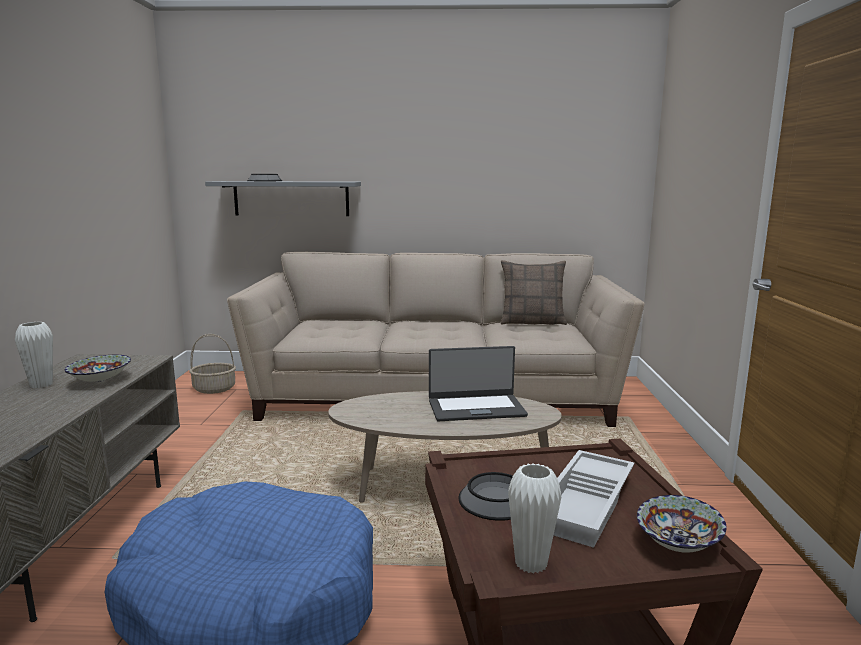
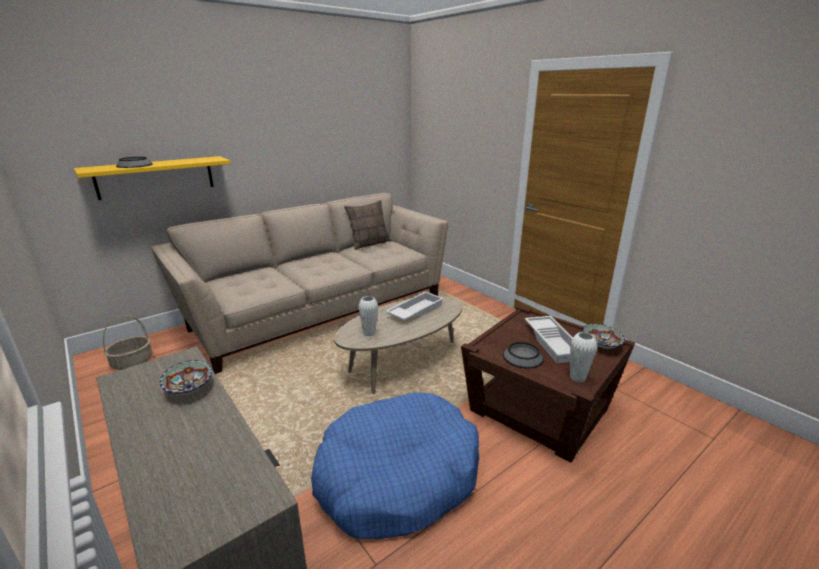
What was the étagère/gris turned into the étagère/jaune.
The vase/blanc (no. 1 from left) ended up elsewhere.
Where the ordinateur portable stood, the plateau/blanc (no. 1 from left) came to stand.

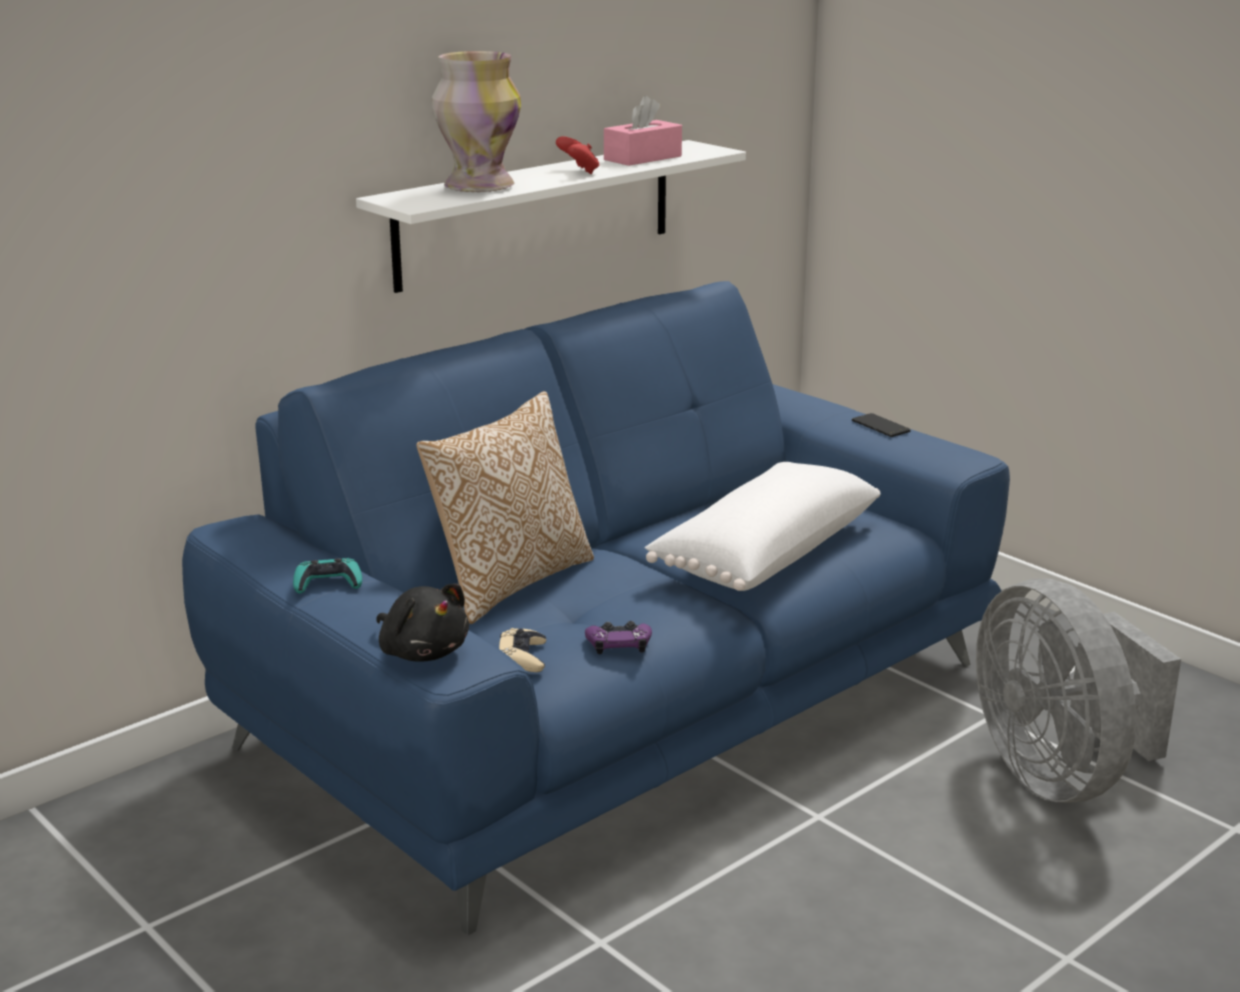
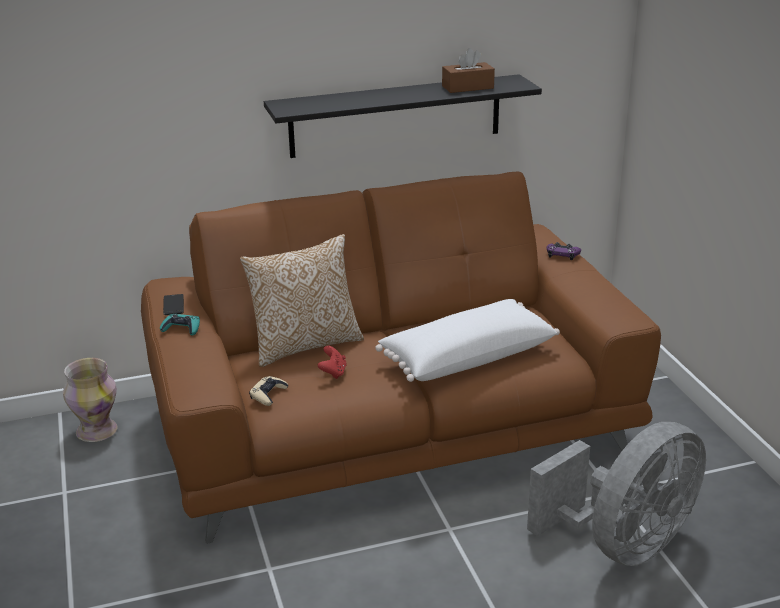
The vase ended up elsewhere.
What was the boîte à mouchoirs/rose turned into the boîte à mouchoirs/marron.
The manette/rouge ended up elsewhere.
What was the étagère/blanc turned into the étagère/noir.
What was the canapé/bleu turned into the canapé/marron.
The téléphone ended up elsewhere.
The ventilateur/gris ended up facing another way, 135 degrees counterclockwise from before.
The second view lost the peluche/noir.
The manette/violet ended up elsewhere.

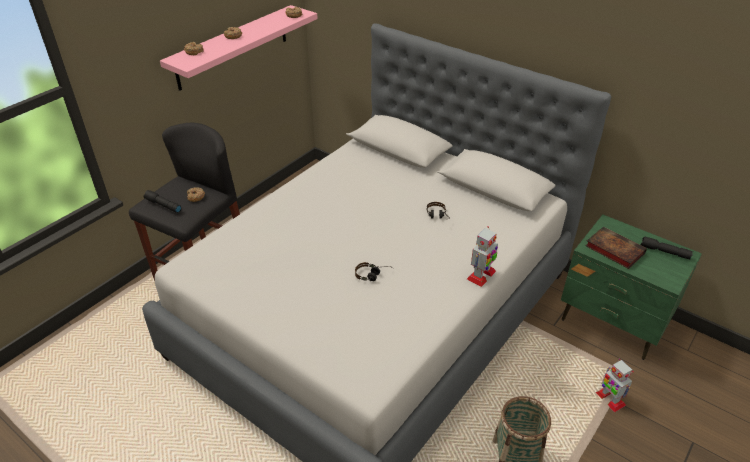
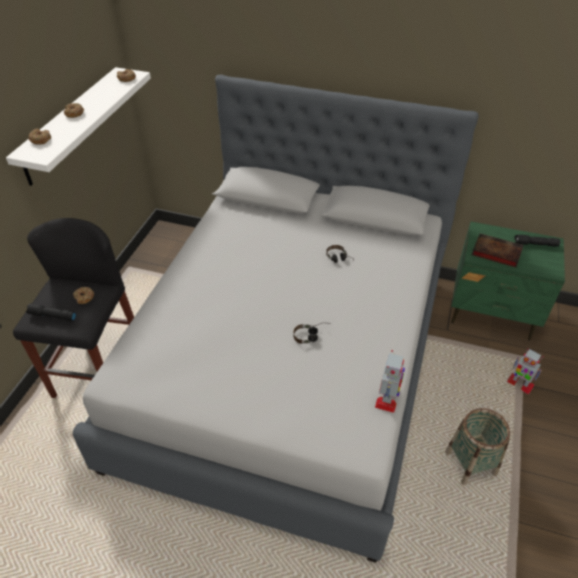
What was the étagère/rose turned into the étagère/blanc.
The robot jouet (no. 1 from left) ended up elsewhere.

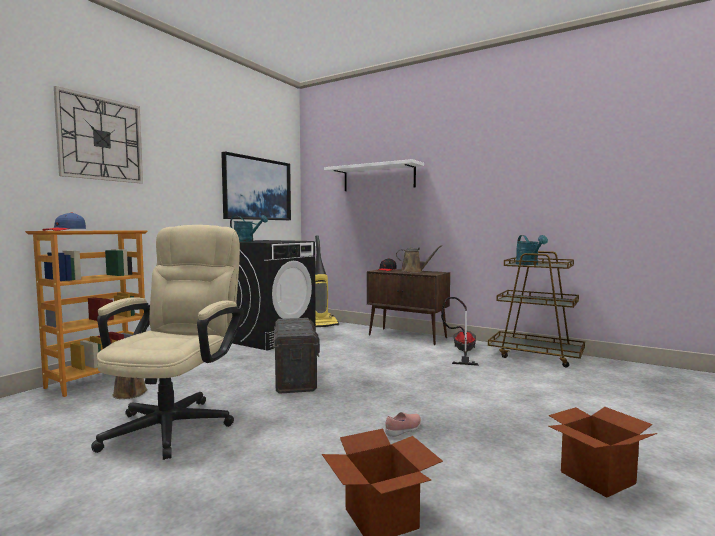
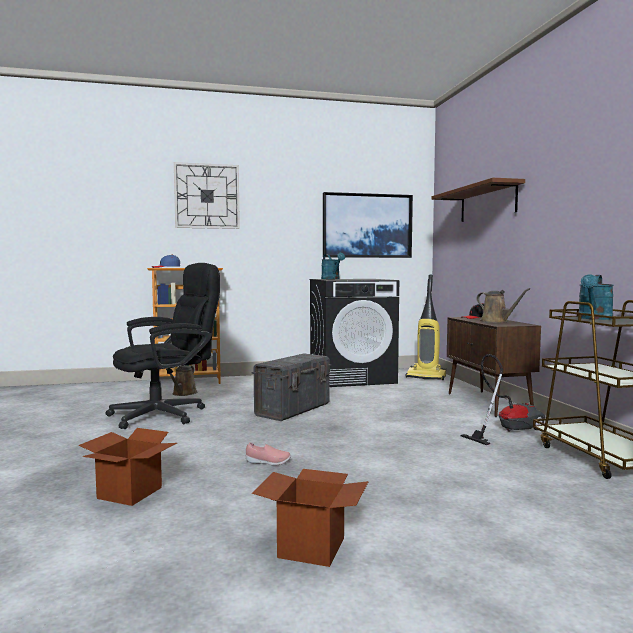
What was the étagère/blanc turned into the étagère/marron.
What was the chaise de bureau/beige turned into the chaise de bureau/noir.

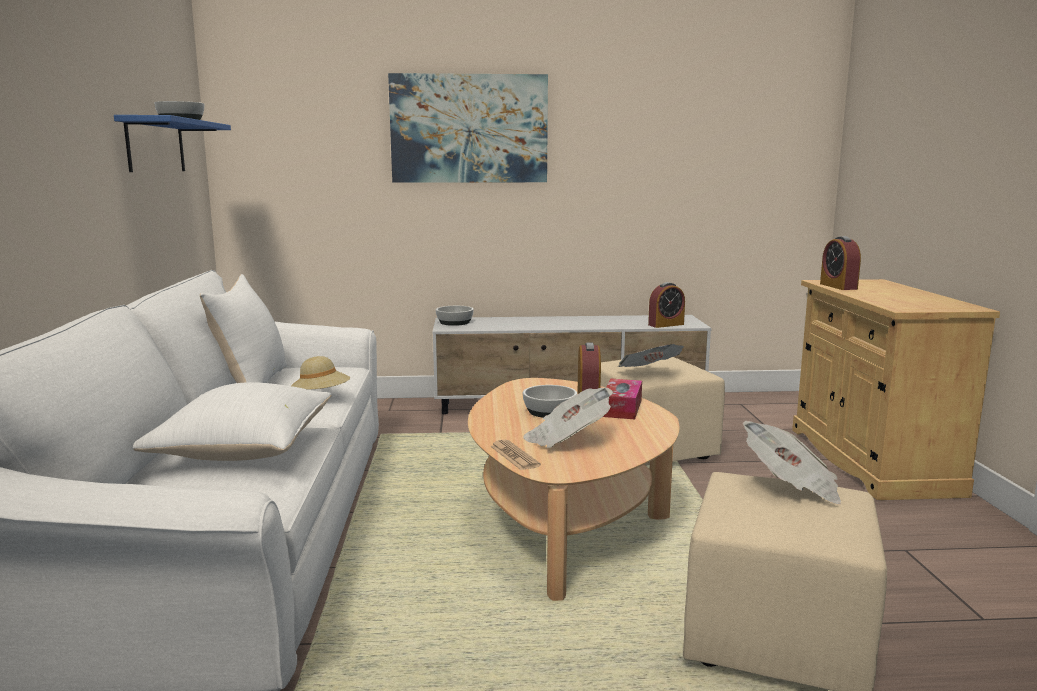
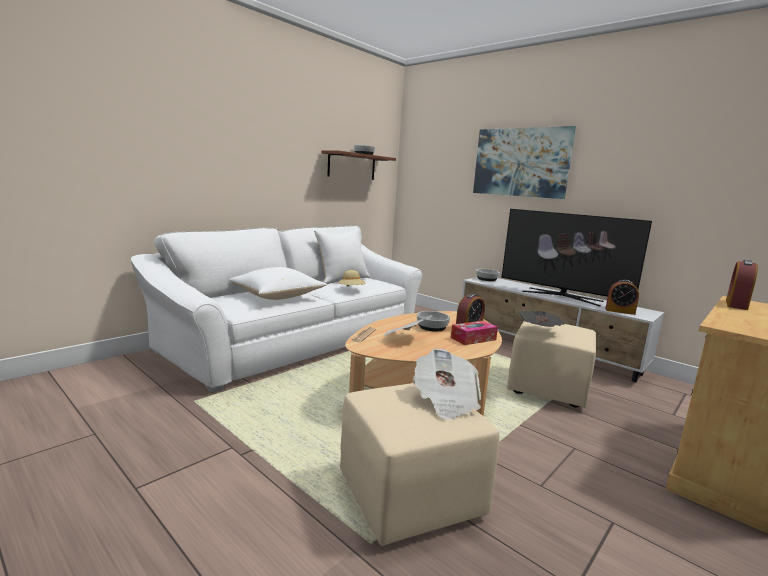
What was the étagère/bleu turned into the étagère/marron.
The second view gained the téléviseur.

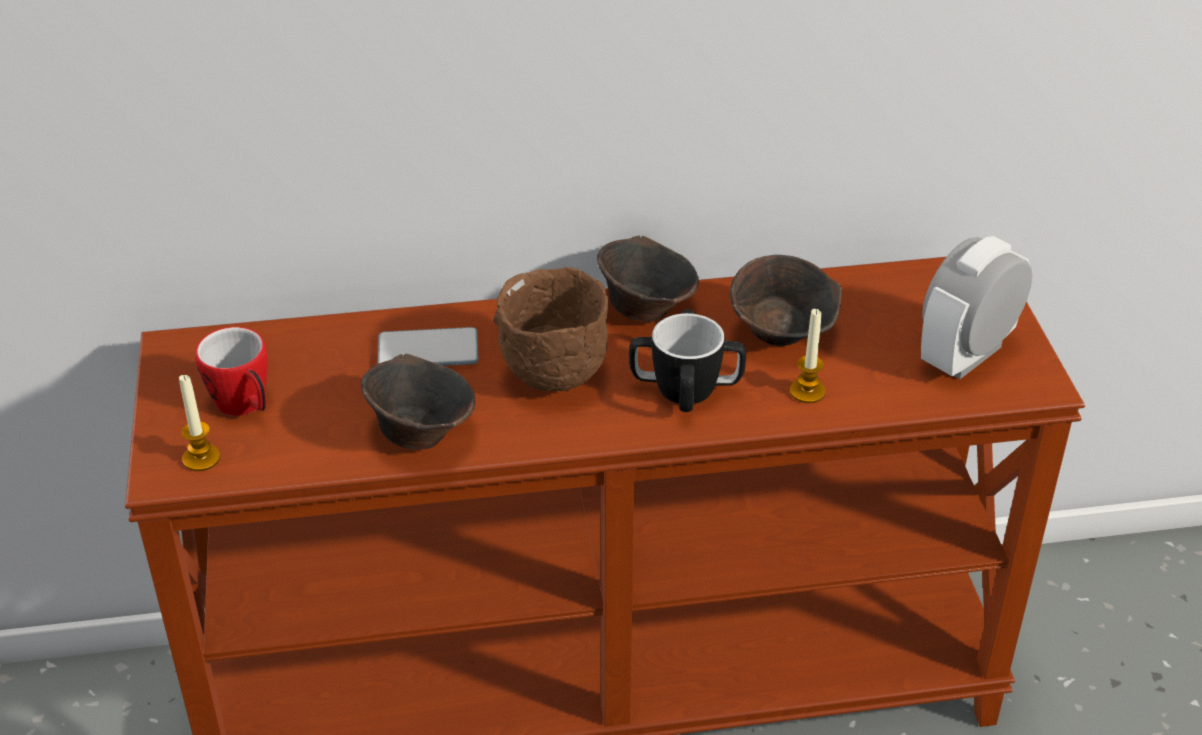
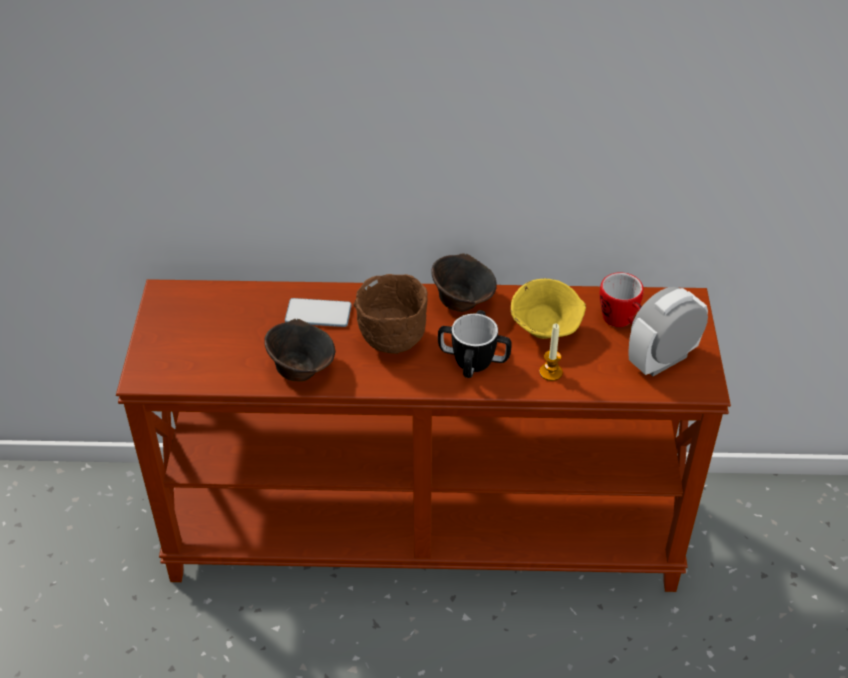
What was the bol/marron (no. 4 from left) turned into the bol/jaune.
The mug (no. 1 from left in the first image) ended up elsewhere.
The second view lost the bougie (no. 1 from left).

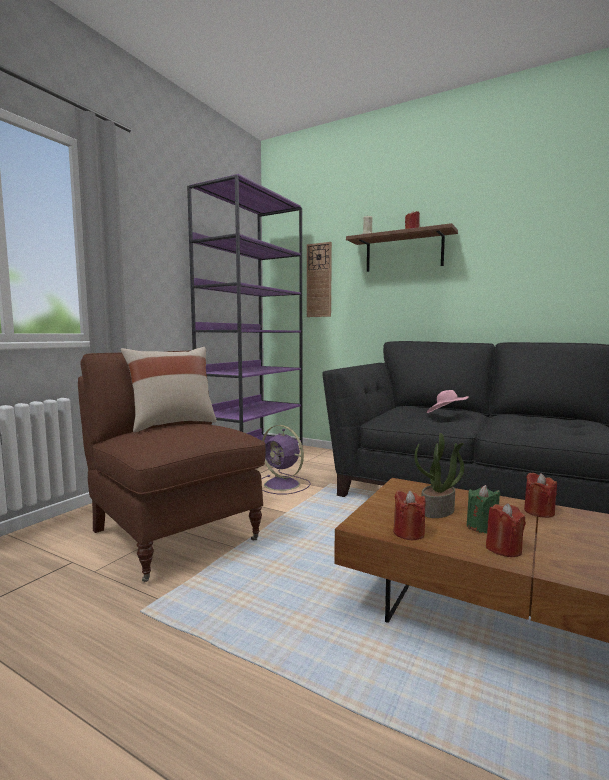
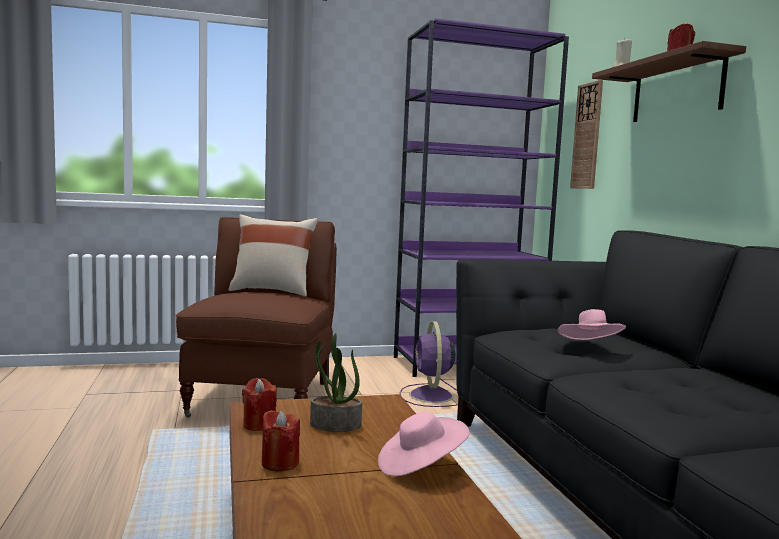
Where the bougie/rouge (no. 4 from left) stood, the chapeau/rose (no. 1 from left) came to stand.
The second view lost the bougie/vert.

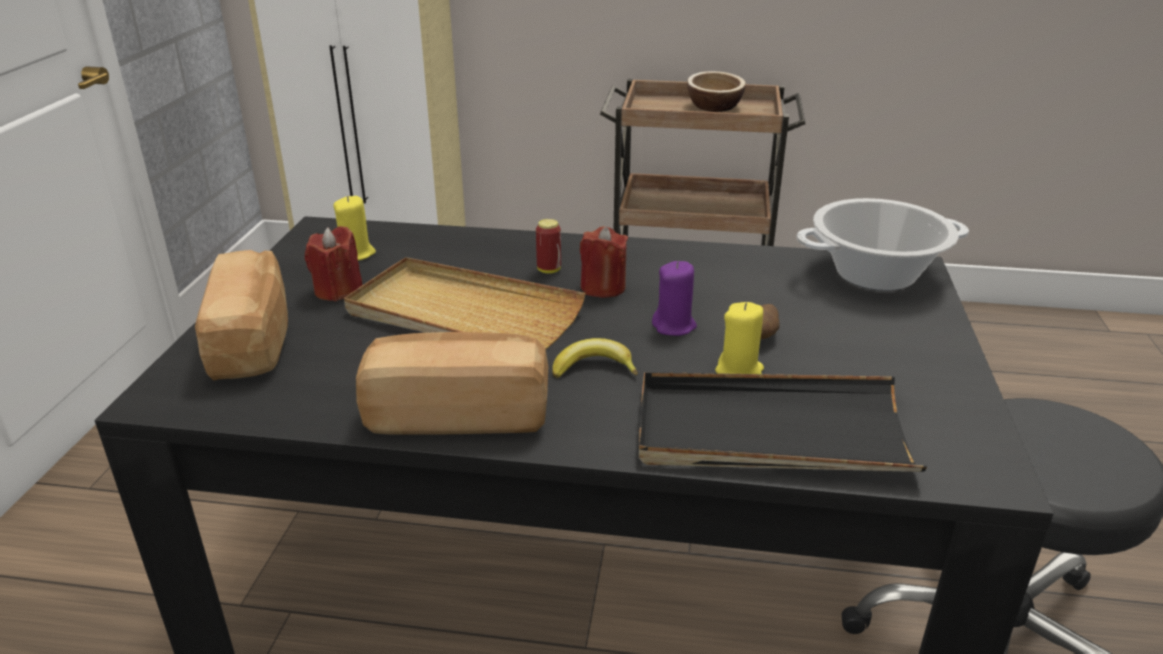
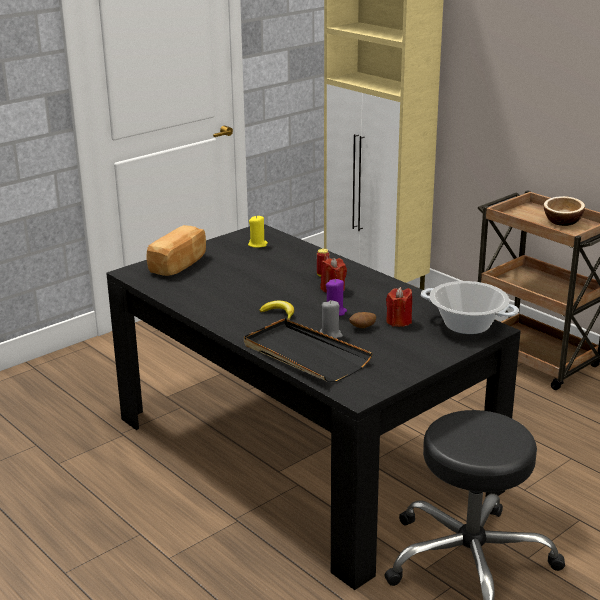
The bougie/rouge (no. 1 from left in the first image) ended up elsewhere.
The second view lost the plateau/beige.
What was the bougie/jaune (no. 2 from left) turned into the bougie/gris.
The second view lost the pain (no. 2 from left).

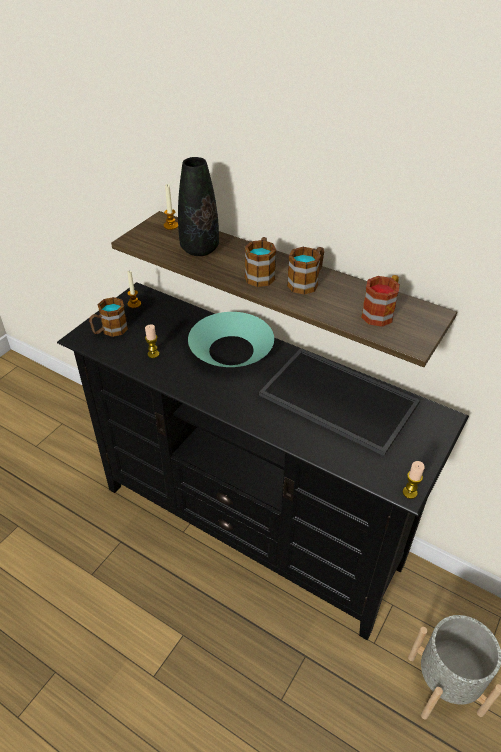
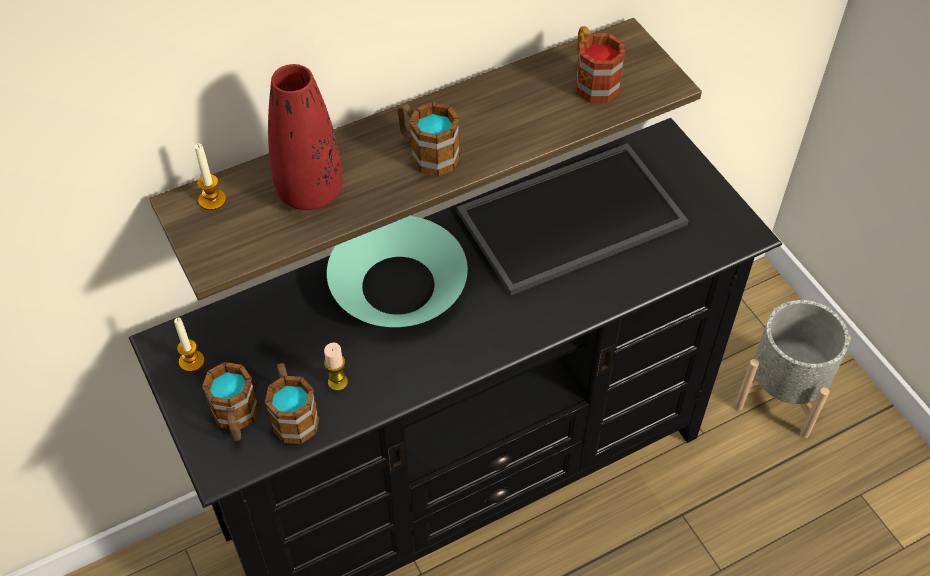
What was the vase/noir turned into the vase/rouge.
The mug (no. 3 from left in the first image) ended up elsewhere.
The second view lost the bougie (no. 4 from left).

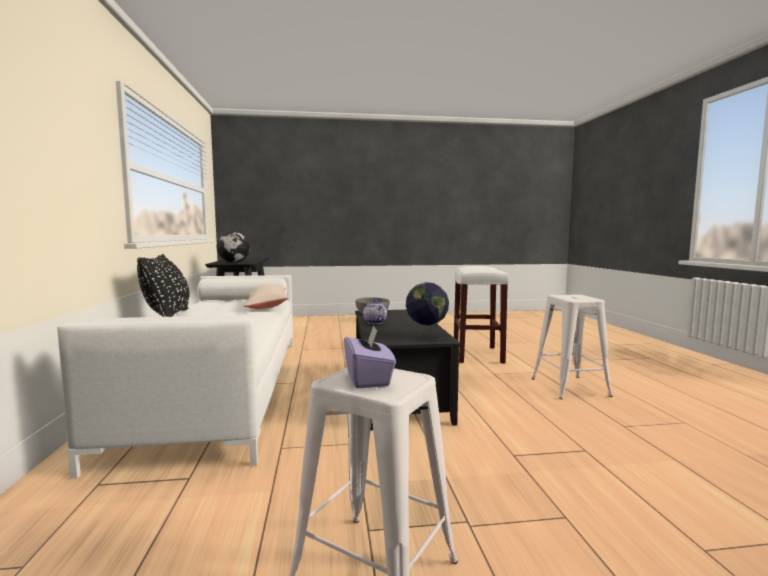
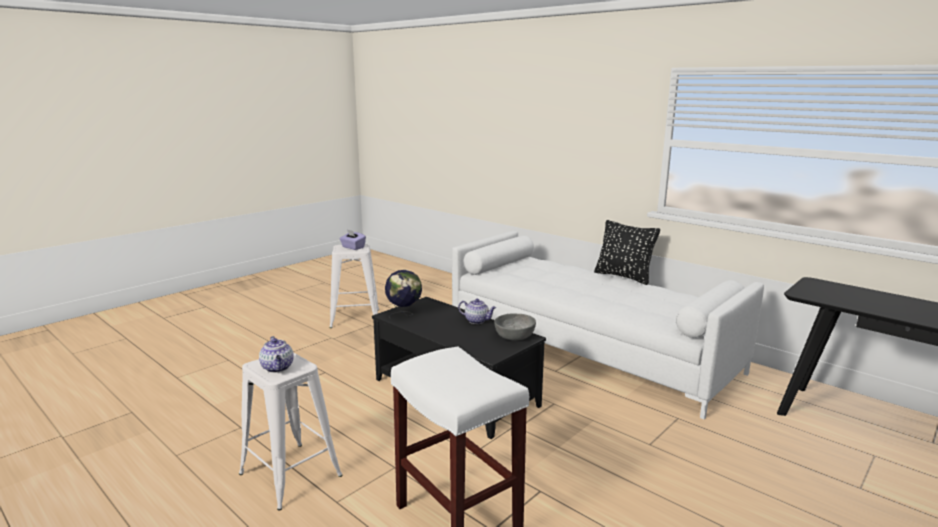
The second view lost the globe (no. 1 from left).
The second view lost the coussin/beige.
The second view gained the théière (no. 1 from left).

